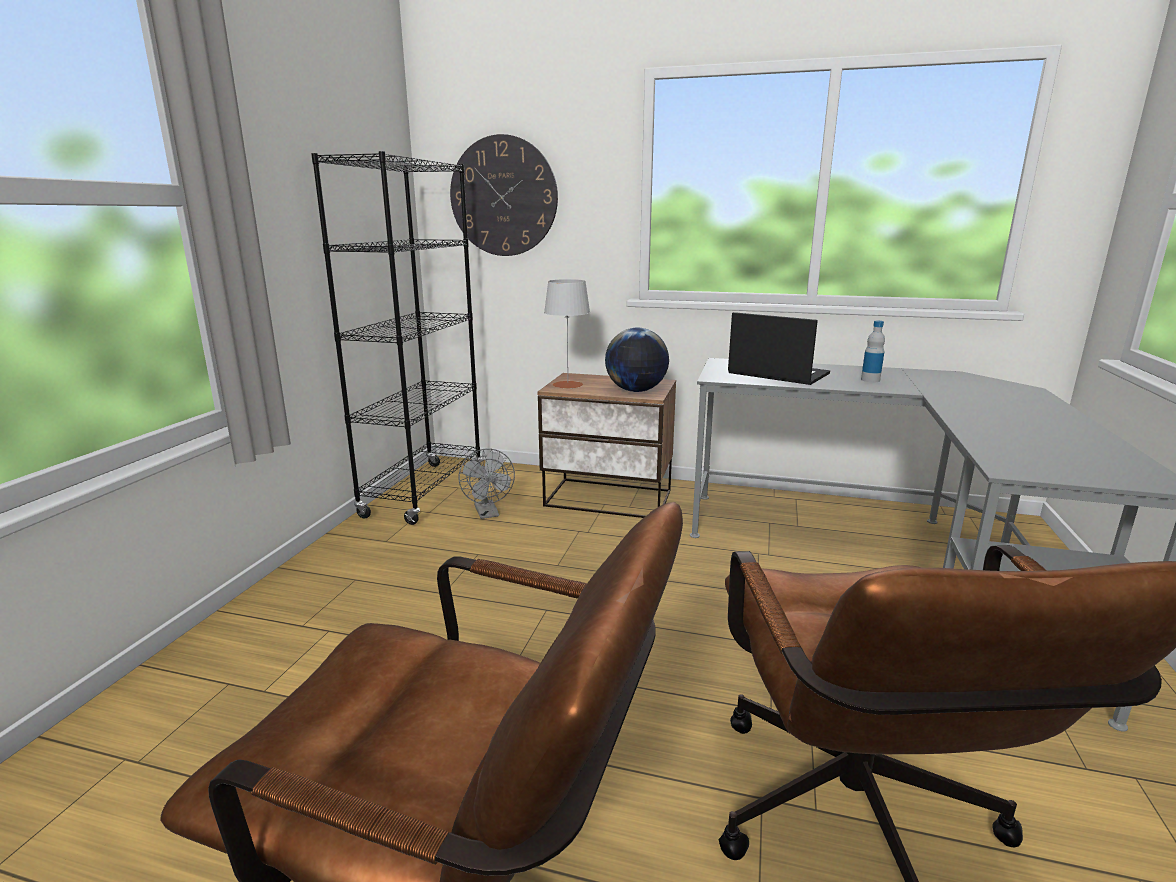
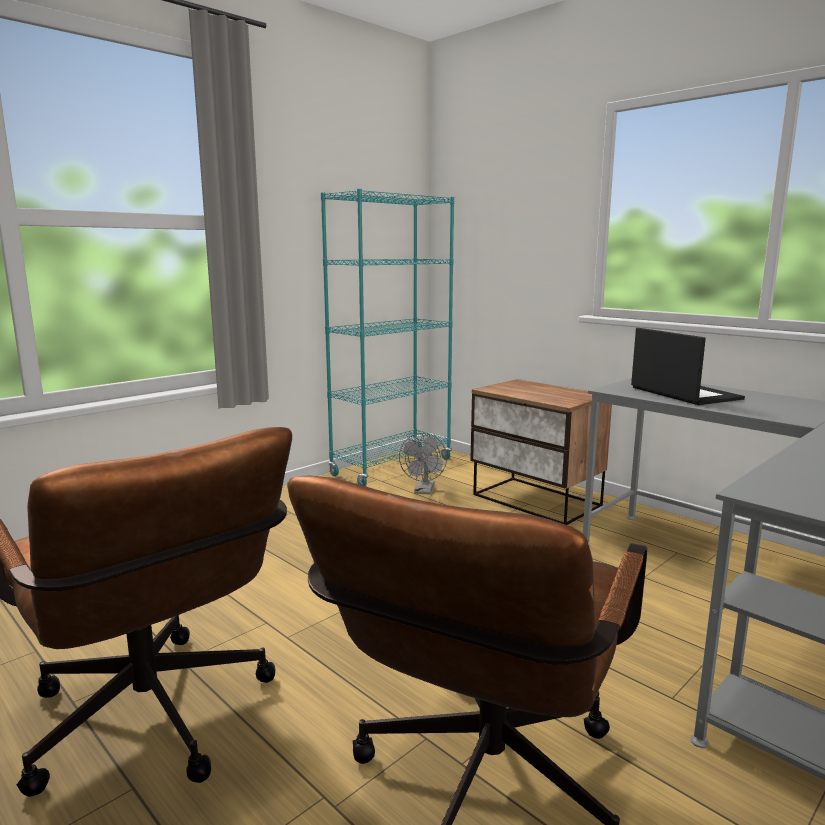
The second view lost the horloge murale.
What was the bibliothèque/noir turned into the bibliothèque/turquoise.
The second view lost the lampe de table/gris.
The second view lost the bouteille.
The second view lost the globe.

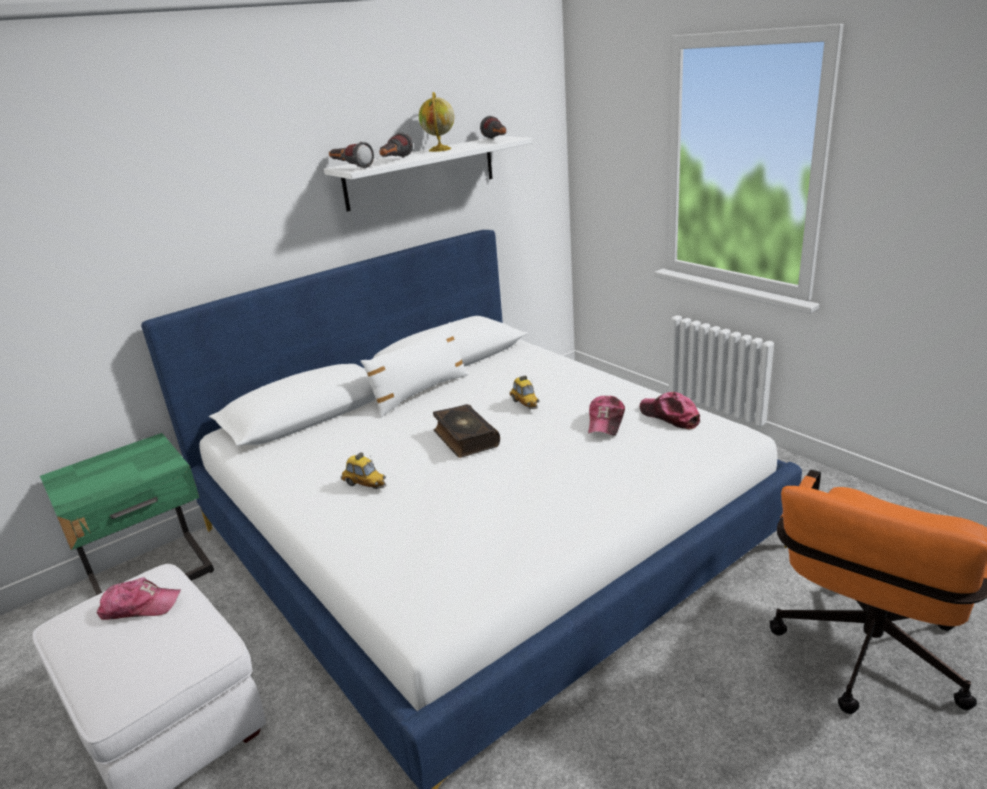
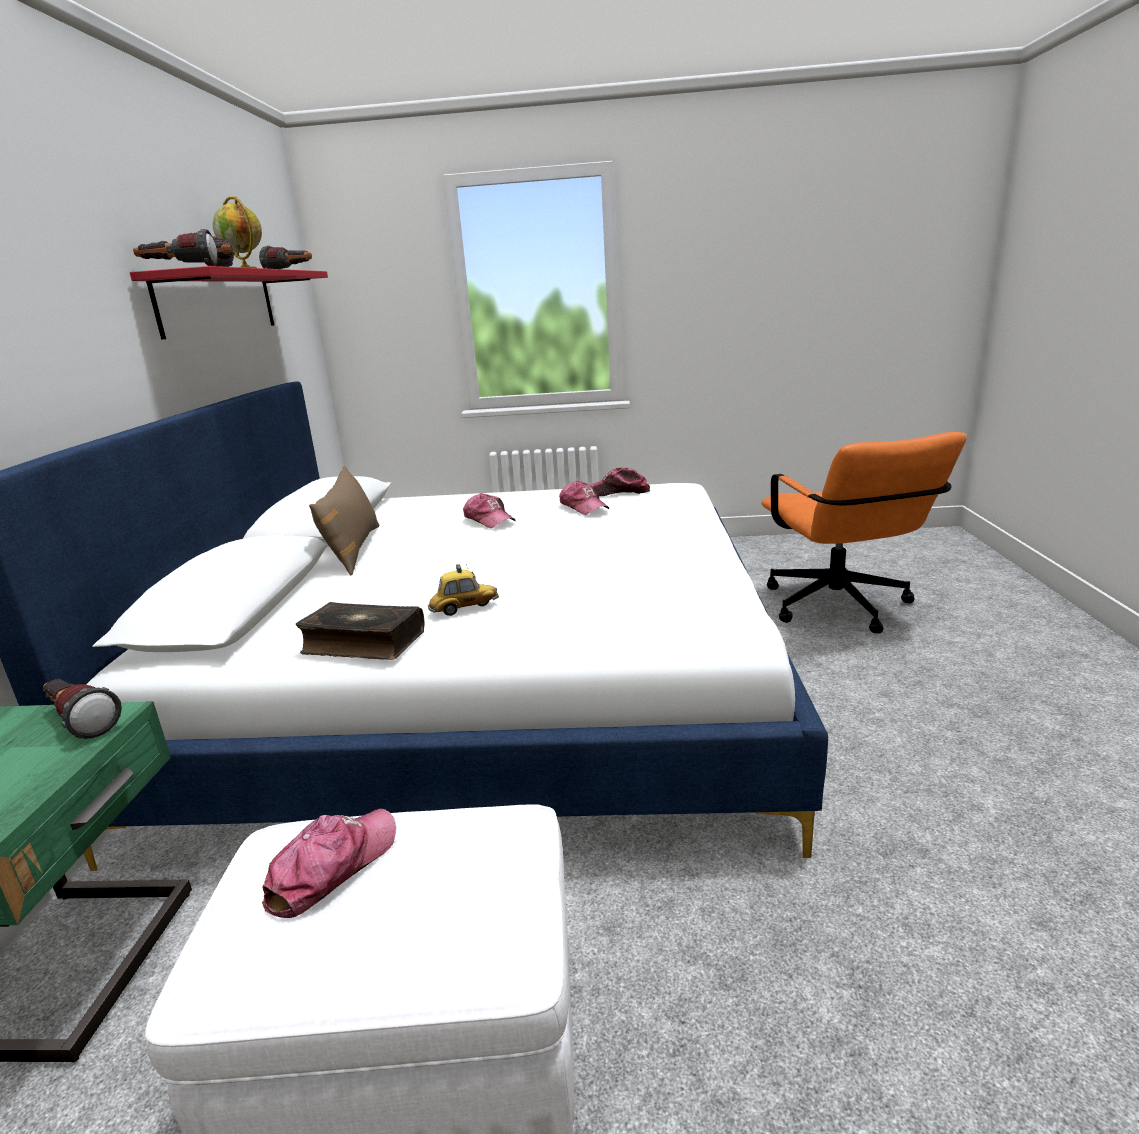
What was the étagère/blanc turned into the étagère/rouge.
What was the coussin/blanc turned into the coussin/marron.
Where the petite voiture (no. 2 from left) stood, the casquette (no. 2 from left) came to stand.
The livre ended up elsewhere.
The second view gained the lampe de poche (no. 1 from left).

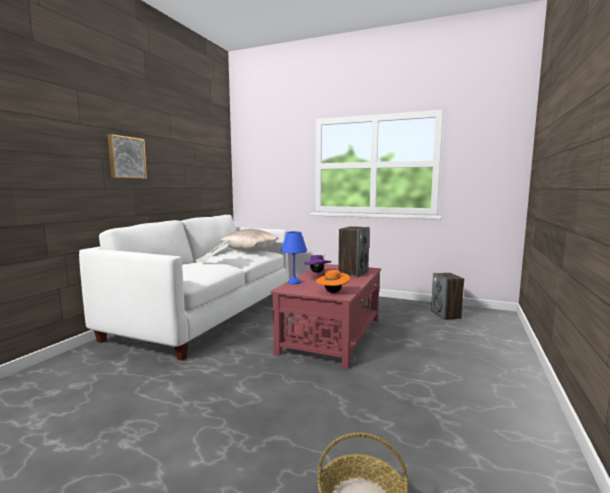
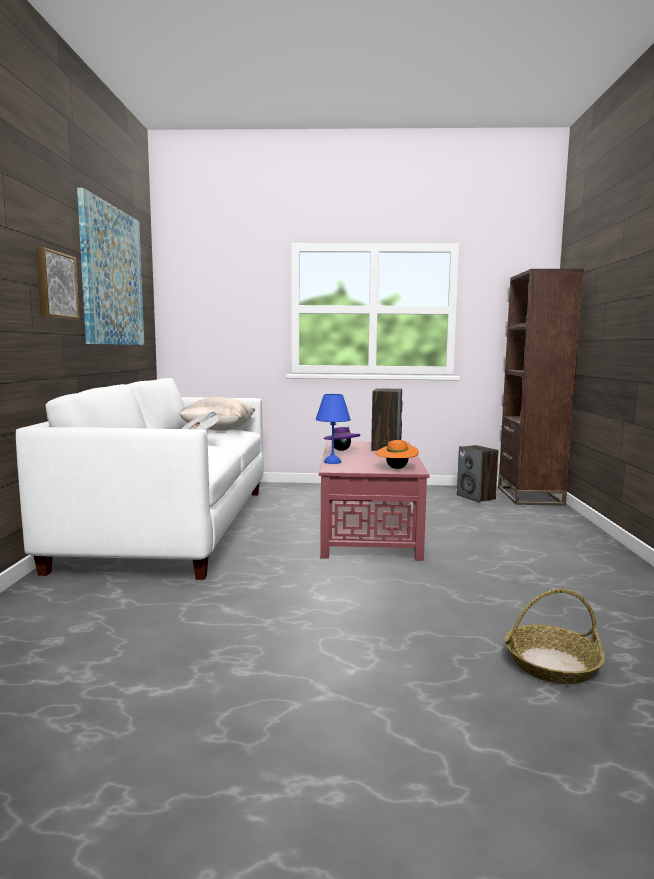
The second view gained the tableau (no. 2 from left).
The second view gained the bibliothèque/marron.

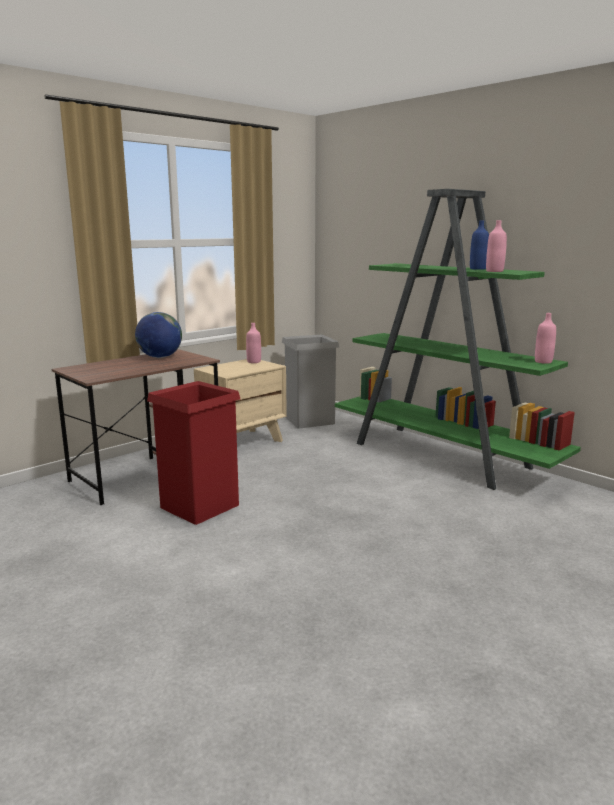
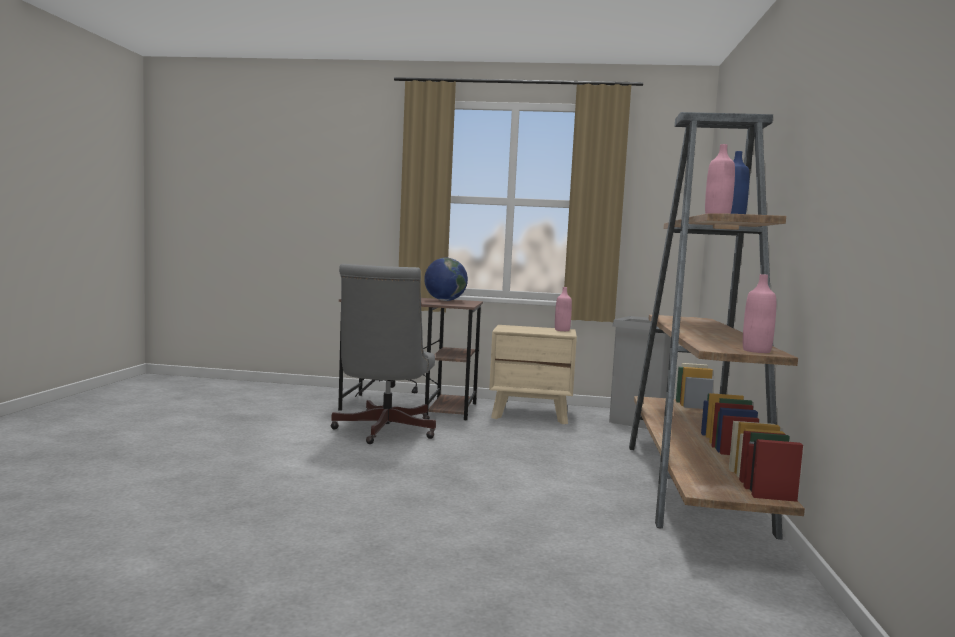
What was the bibliothèque/vert turned into the bibliothèque/marron.
Where the poubelle/rouge stood, the chaise de bureau/gris came to stand.

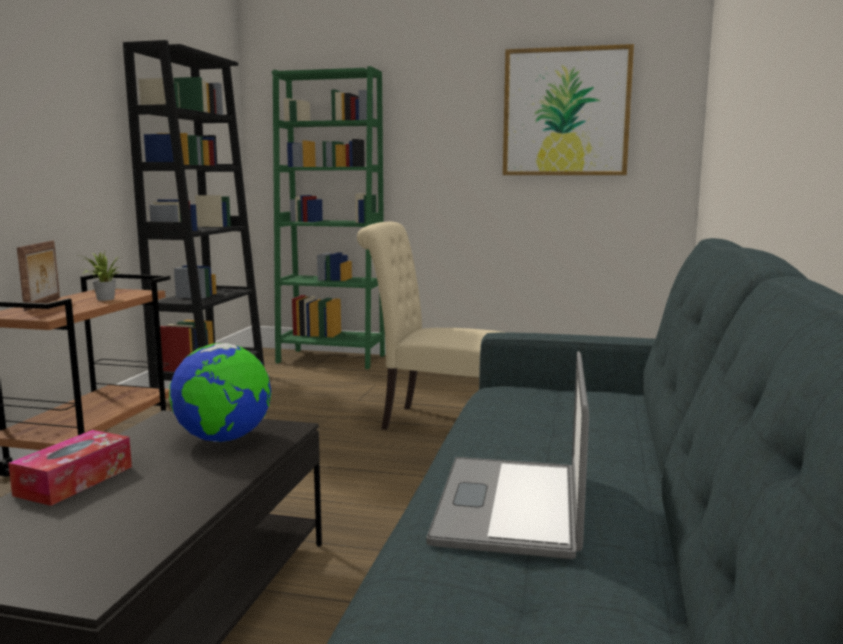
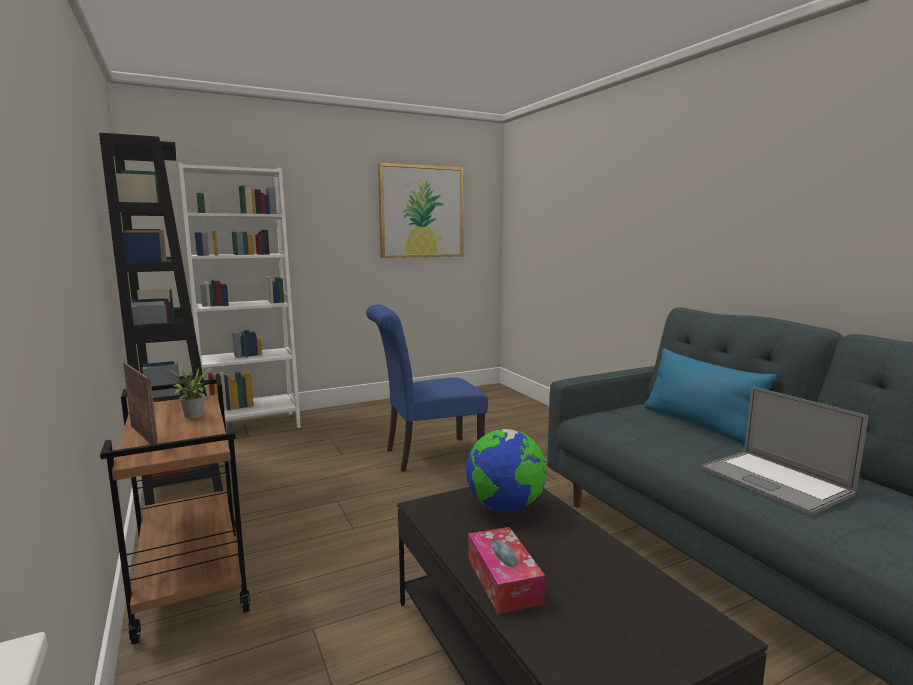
What was the bibliothèque/vert turned into the bibliothèque/blanc.
What was the chaise/beige turned into the chaise/bleu.
The second view gained the coussin/bleu.

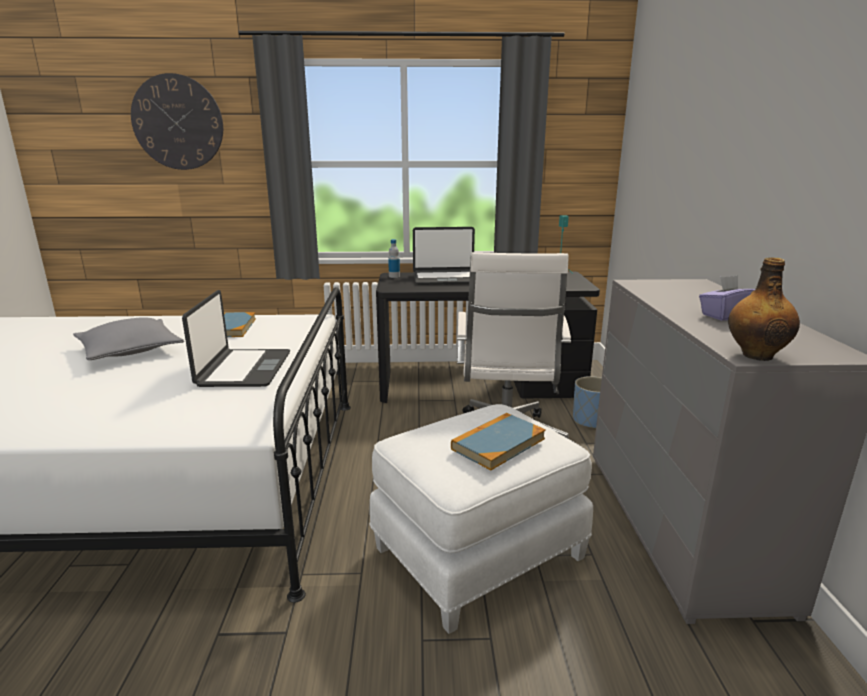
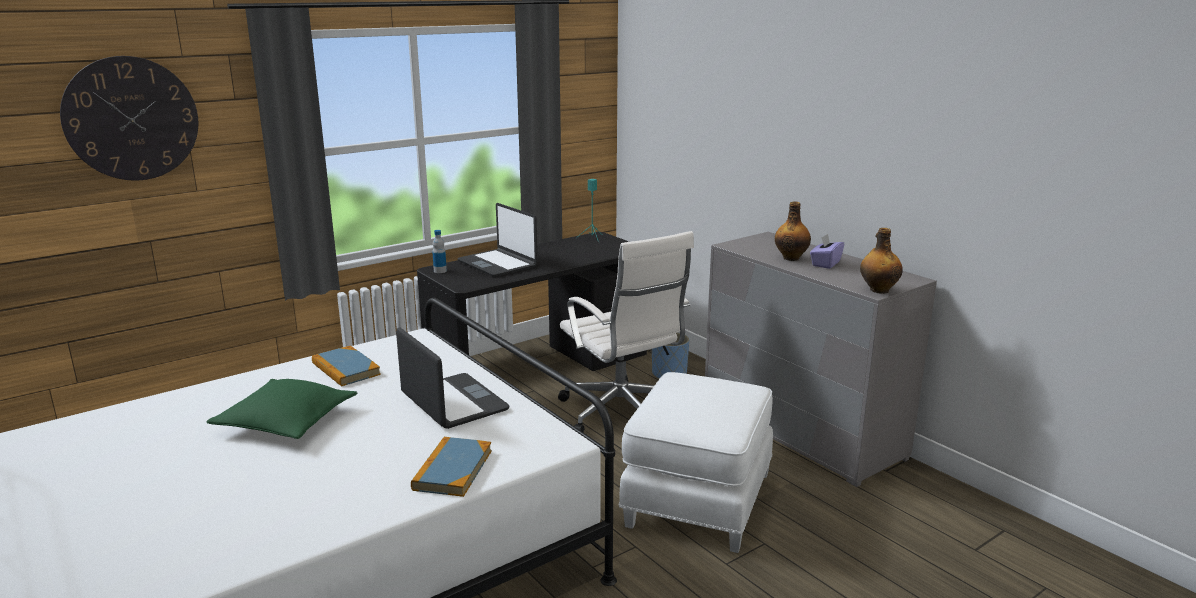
The ordinateur portable (no. 2 from left) ended up facing another way, 90 degrees clockwise from before.
What was the coussin/gris turned into the coussin/vert.
The livre (no. 2 from left) ended up elsewhere.
The second view gained the bouteille (no. 2 from left).

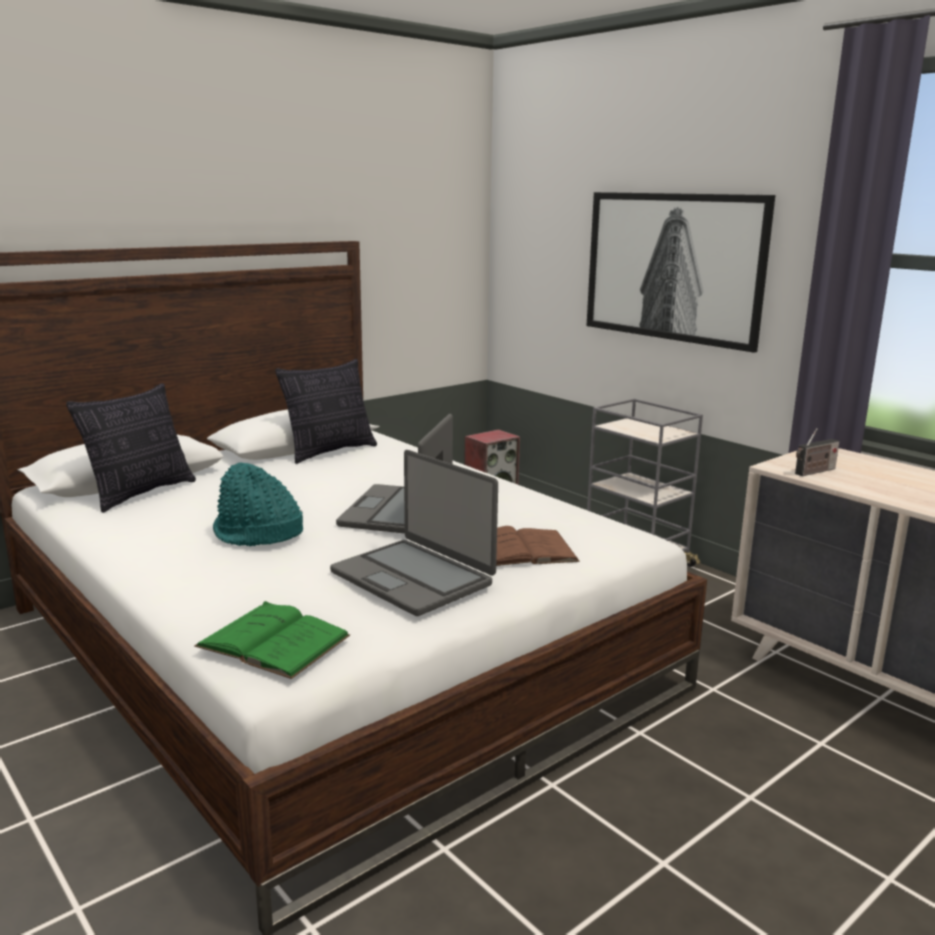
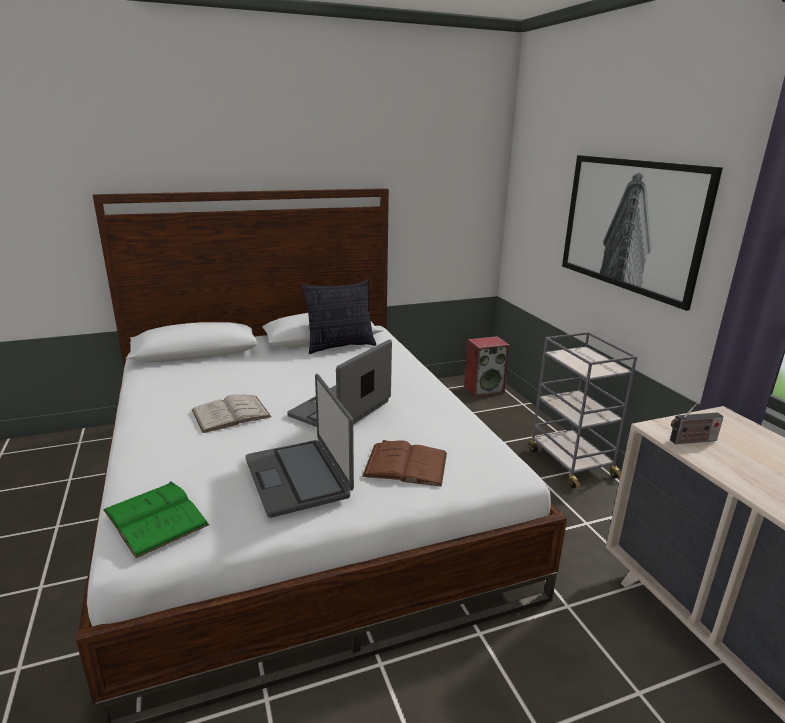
The second view lost the coussin (no. 1 from left).
Where the chapeau/turquoise stood, the livre/blanc came to stand.

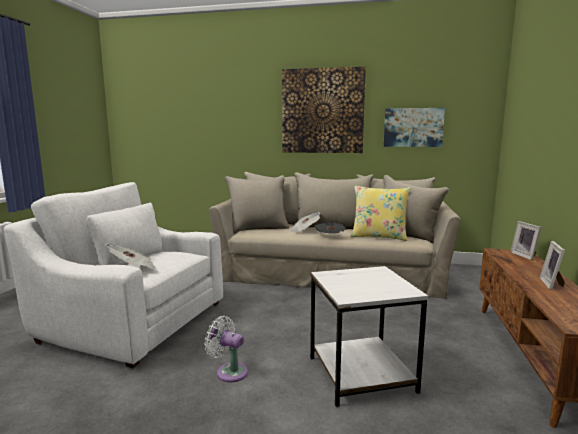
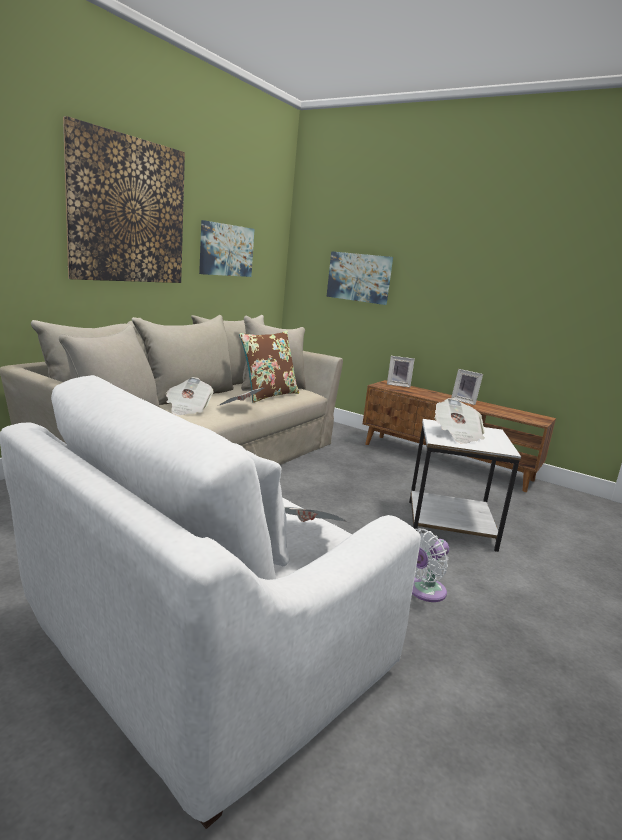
What was the coussin/jaune turned into the coussin/marron.
The second view gained the tableau (no. 3 from left).
The second view gained the journal (no. 4 from left).

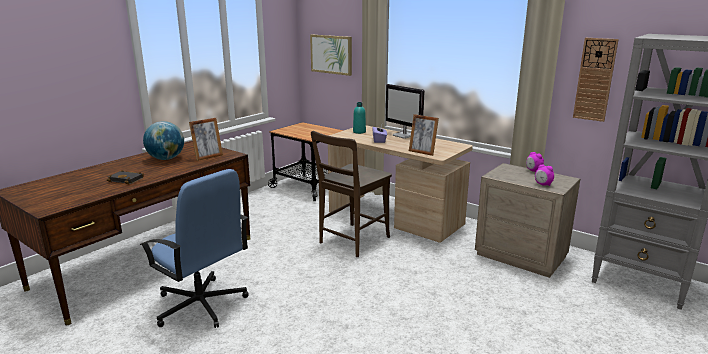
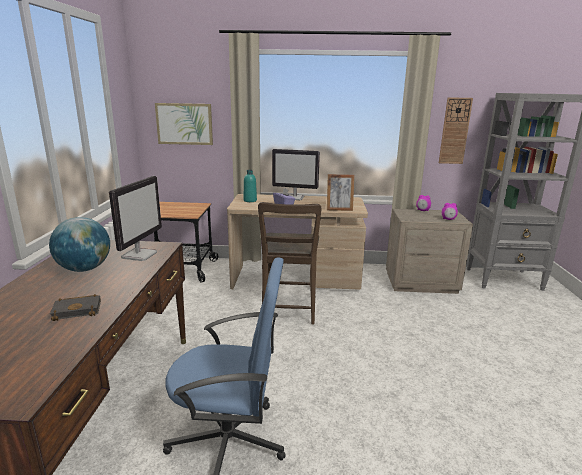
Where the cadre photo (no. 1 from left) stood, the écran d'ordinateur (no. 1 from left) came to stand.

